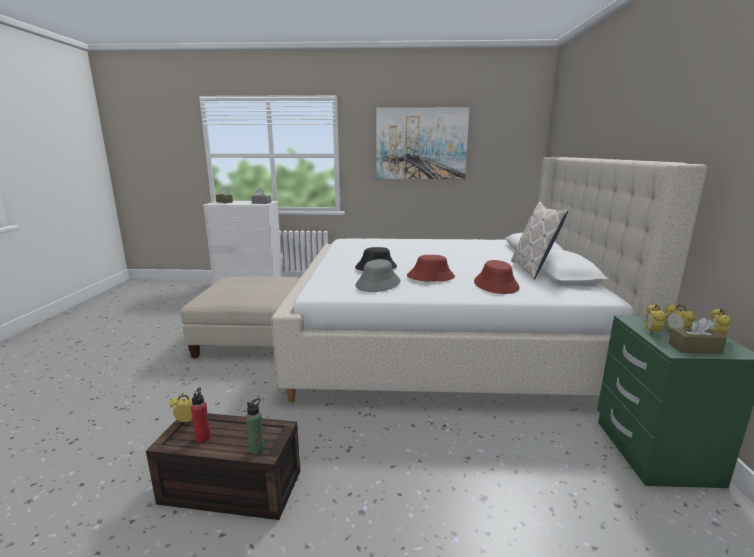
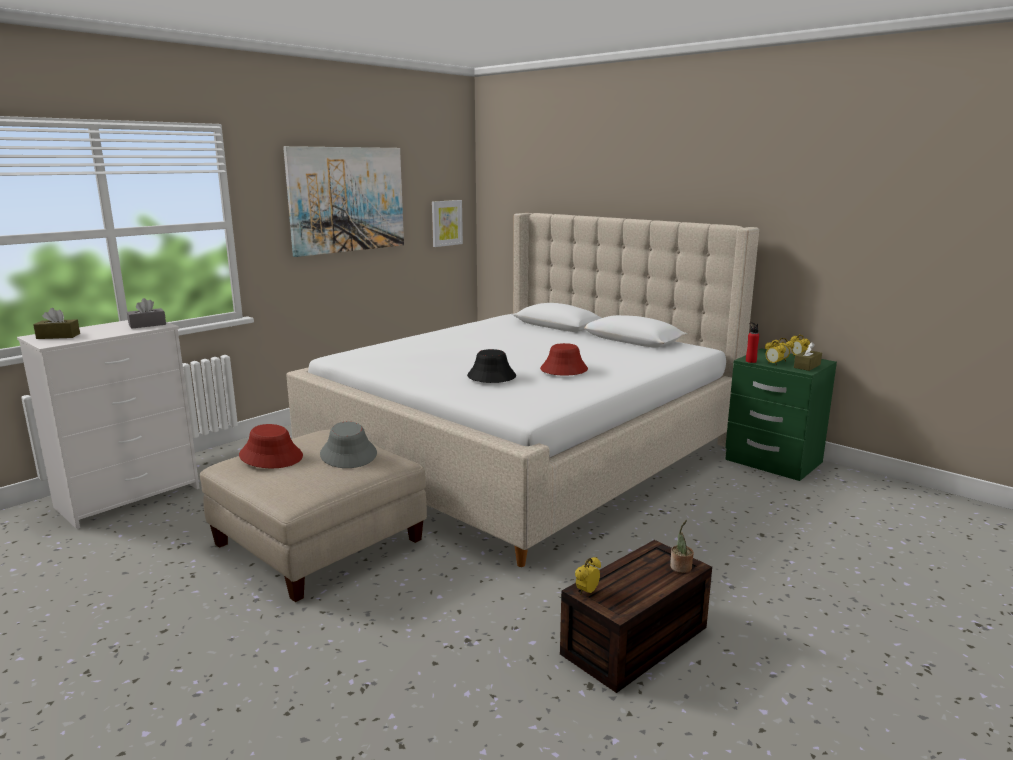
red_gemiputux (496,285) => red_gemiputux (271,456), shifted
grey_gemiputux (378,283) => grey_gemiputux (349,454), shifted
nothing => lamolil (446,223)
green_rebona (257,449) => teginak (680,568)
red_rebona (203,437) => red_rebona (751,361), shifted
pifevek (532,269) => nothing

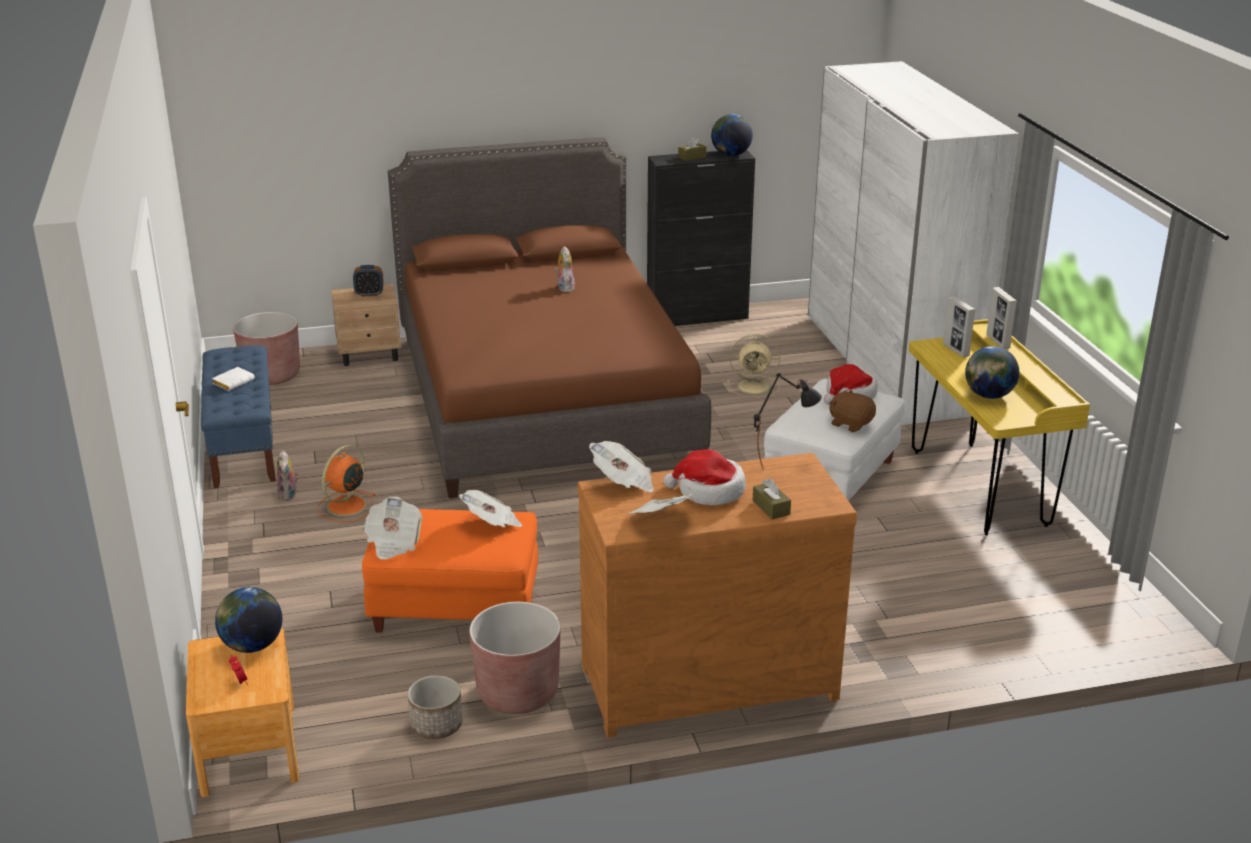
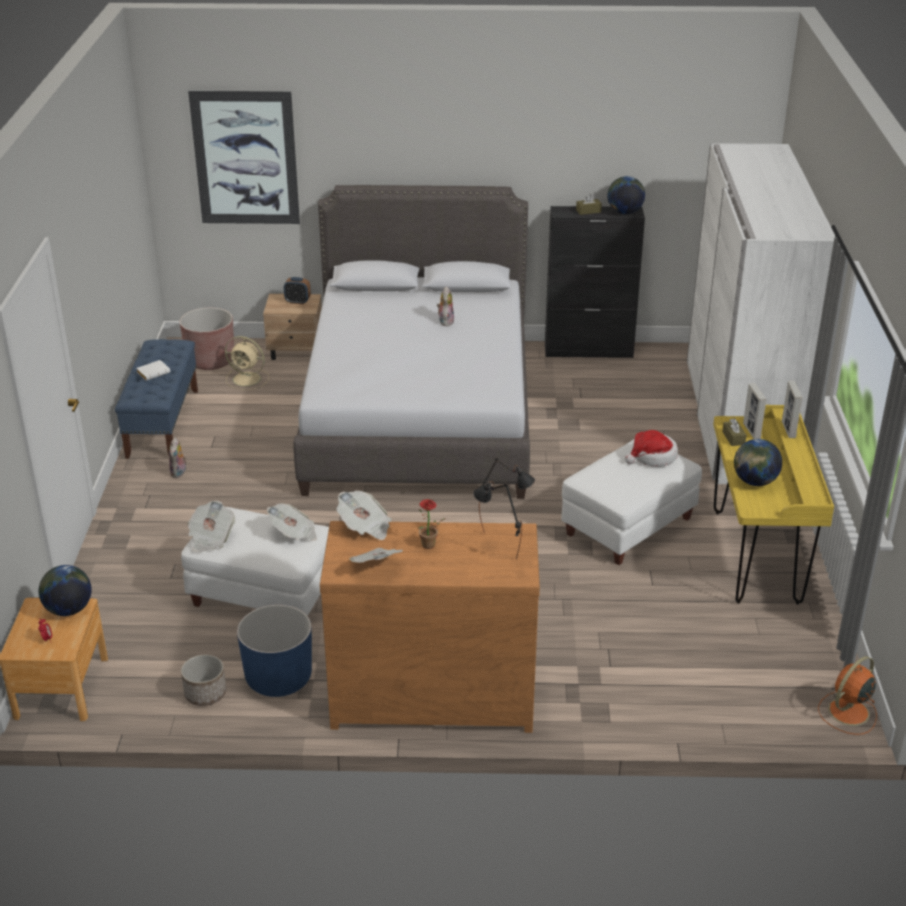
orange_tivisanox (455,609) => white_tivisanox (263,596)
nothing => lamolil (245,158)
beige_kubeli (755,386) => beige_kubeli (248,379), shifted
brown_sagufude (517,693) => blue_sagufude (278,678)
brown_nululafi (542,399) => grey_nululafi (418,413)
gemiputux (709,491) => teginak (429,547)
nothing => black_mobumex (496,554)
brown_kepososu (771,508) => brown_kepososu (733,438), shifted
orange_kubeli (345,506) => orange_kubeli (847,712), shifted
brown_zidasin (851,424) => nothing

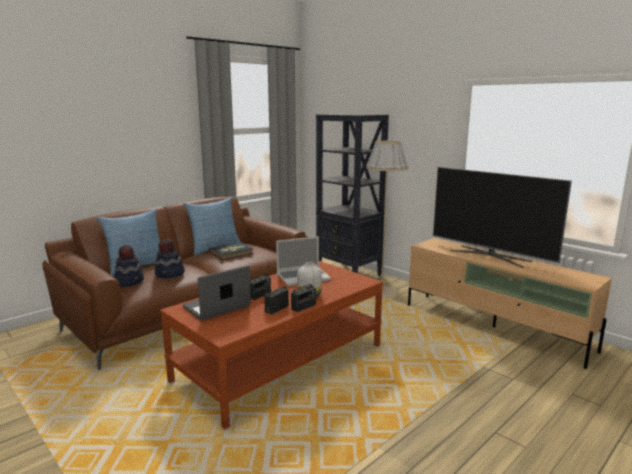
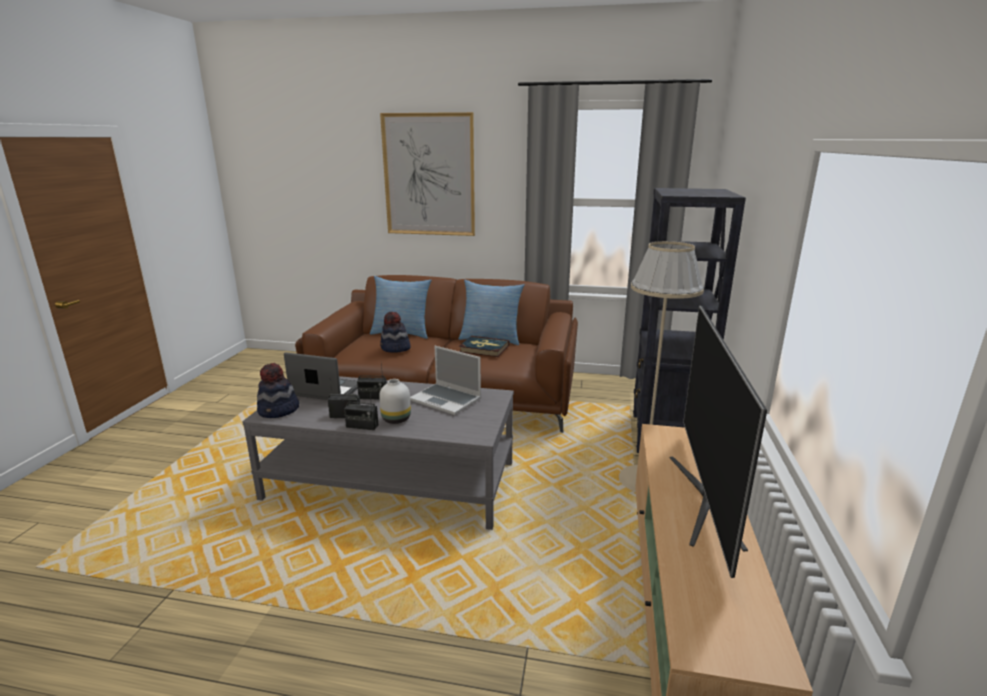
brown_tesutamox (281,362) => grey_tesutamox (392,481)
gemiputux (129,281) => gemiputux (279,410), shifted
nothing => lamolil (429,175)

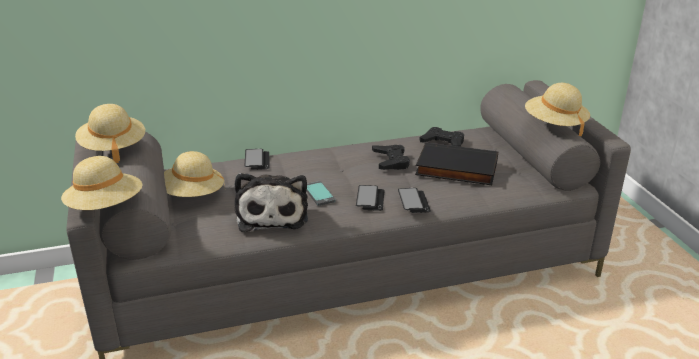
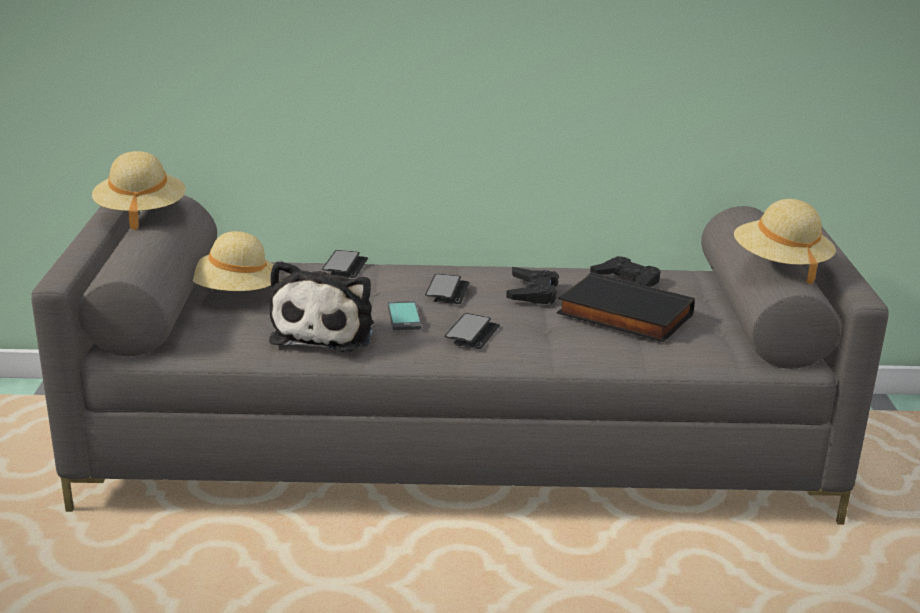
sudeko (413,201) => sudeko (447,291), shifted
beige_gemiputux (106,207) => nothing

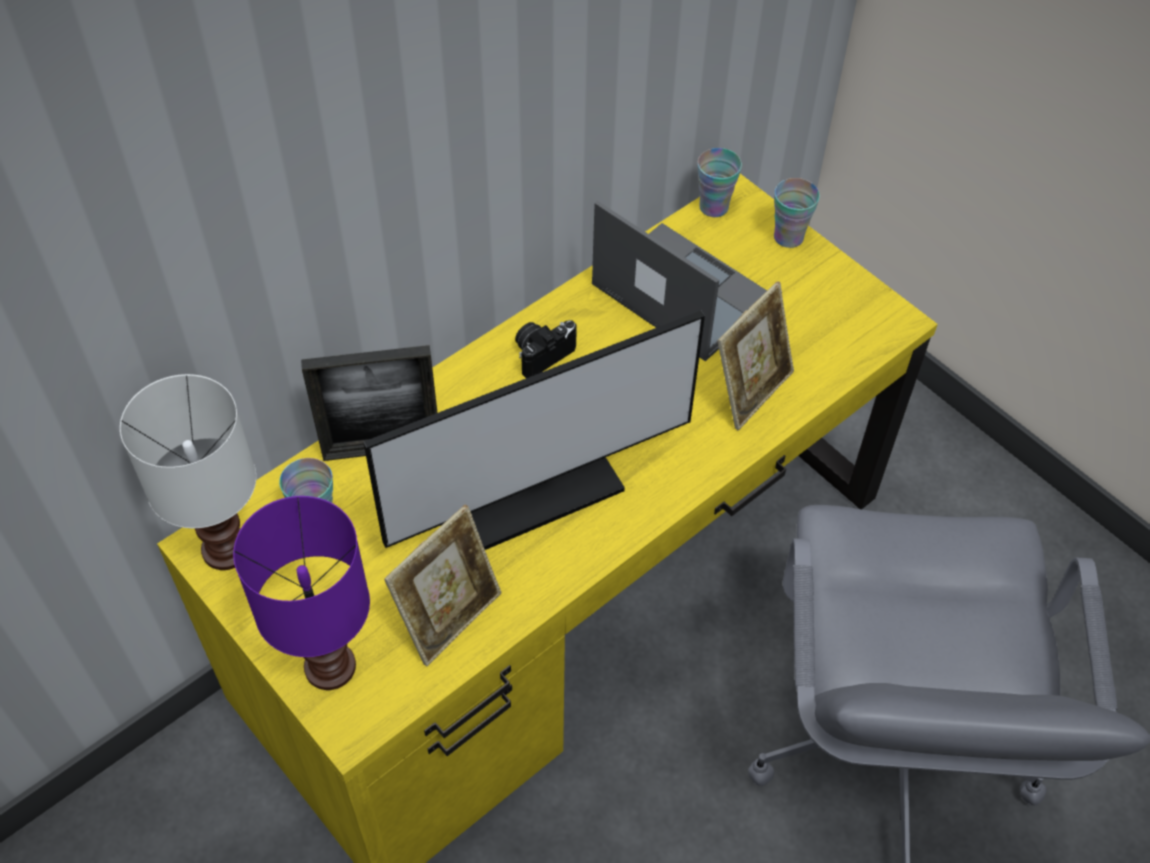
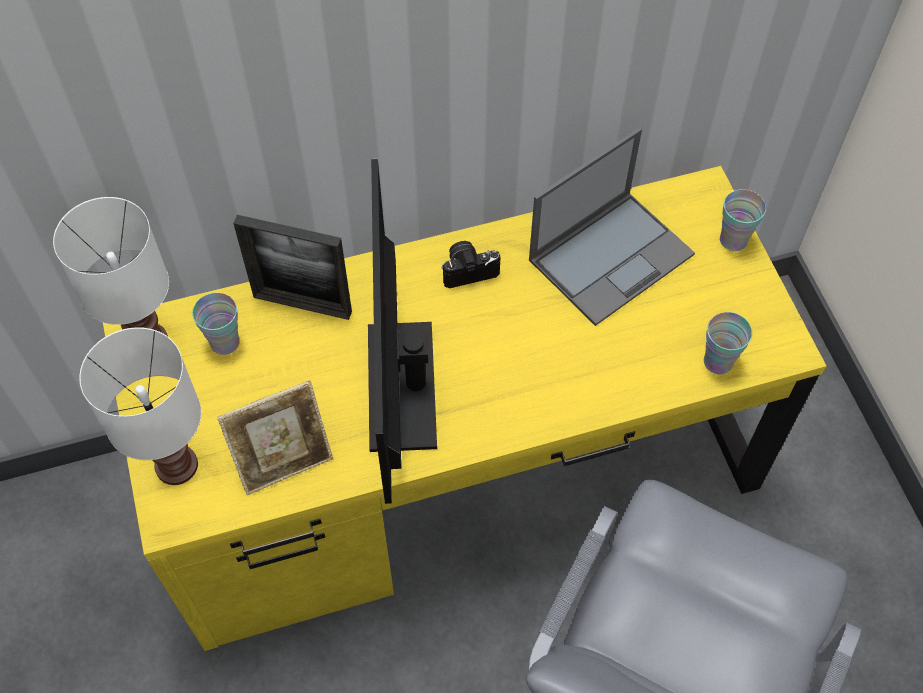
purple_mobumex (332,667) => white_mobumex (177,467)
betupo (534,493) => betupo (401,386), 90 degrees clockwise
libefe (680,291) => libefe (612,256), 75 degrees clockwise
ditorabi (713,207) => ditorabi (718,362), shifted
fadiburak (751,390) => nothing

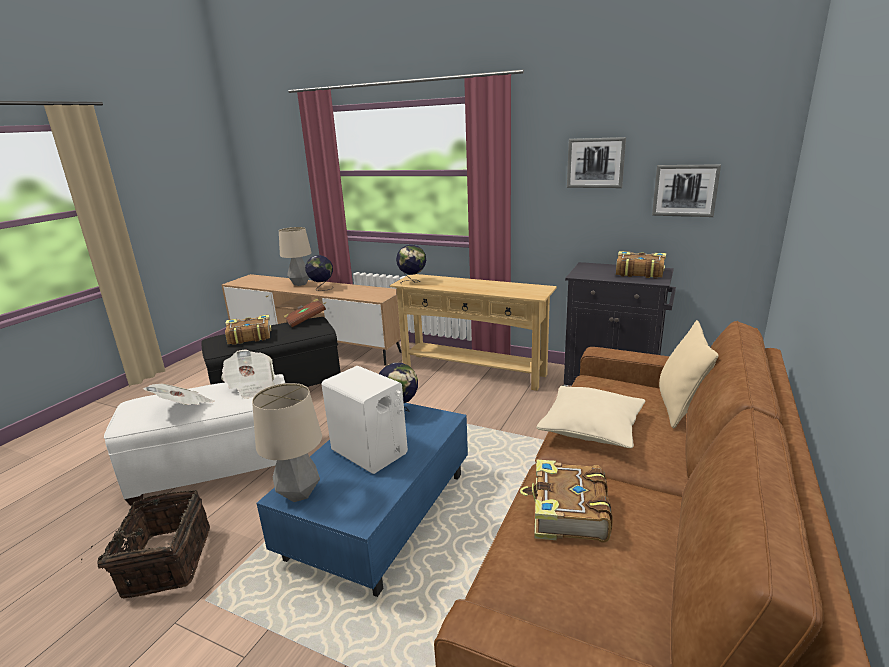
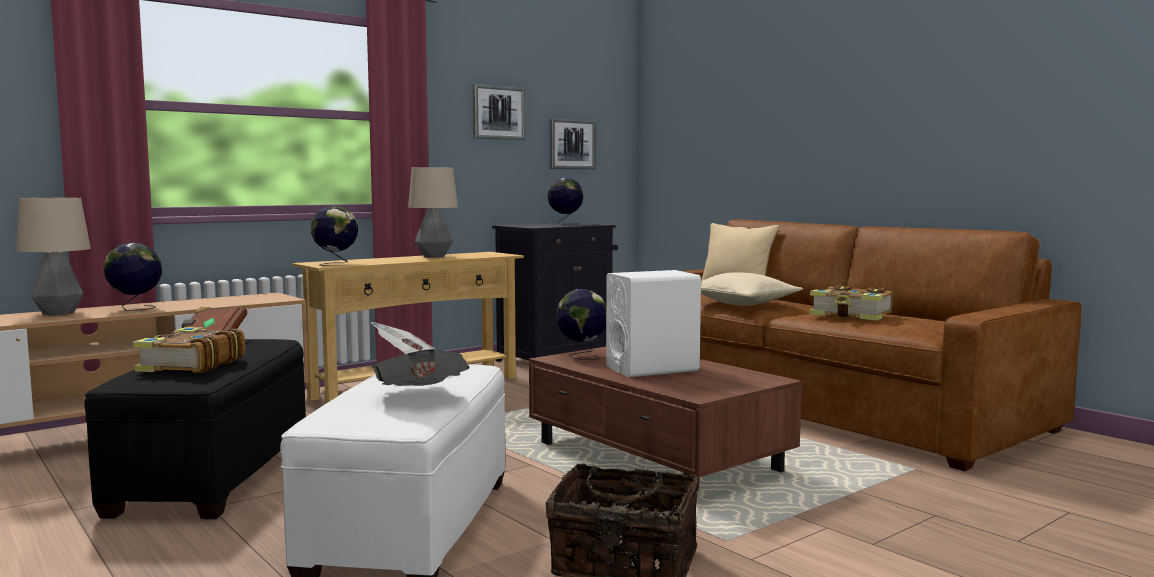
mobumex (299,493) => mobumex (434,256), shifted
blue_tesutamox (379,515) => brown_tesutamox (657,458)
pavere (638,272) => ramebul (565,224)

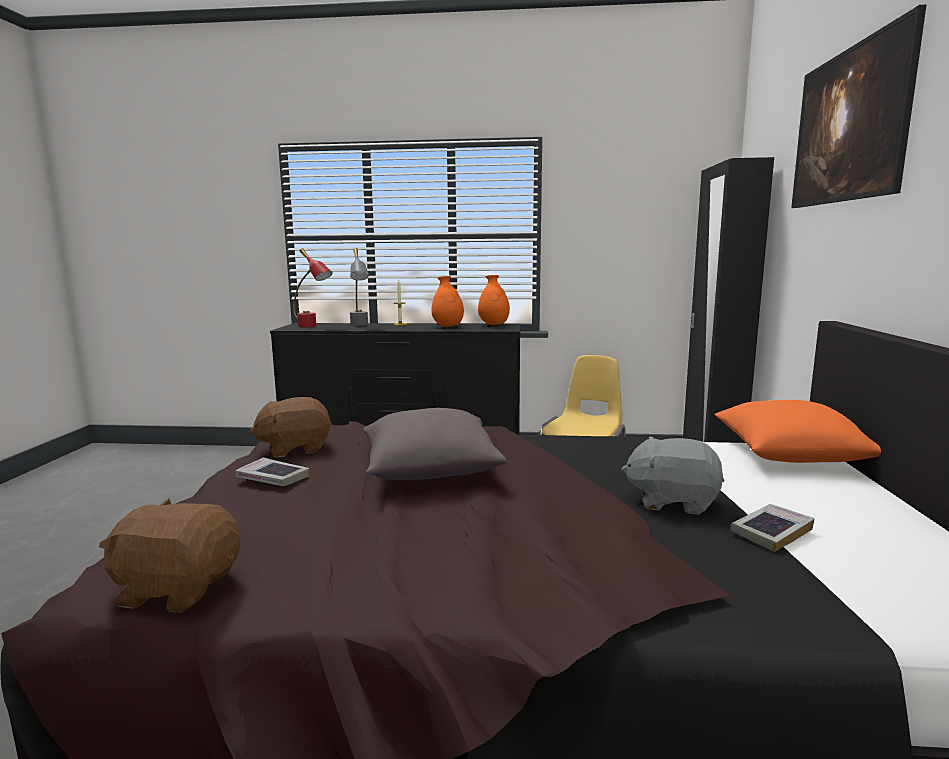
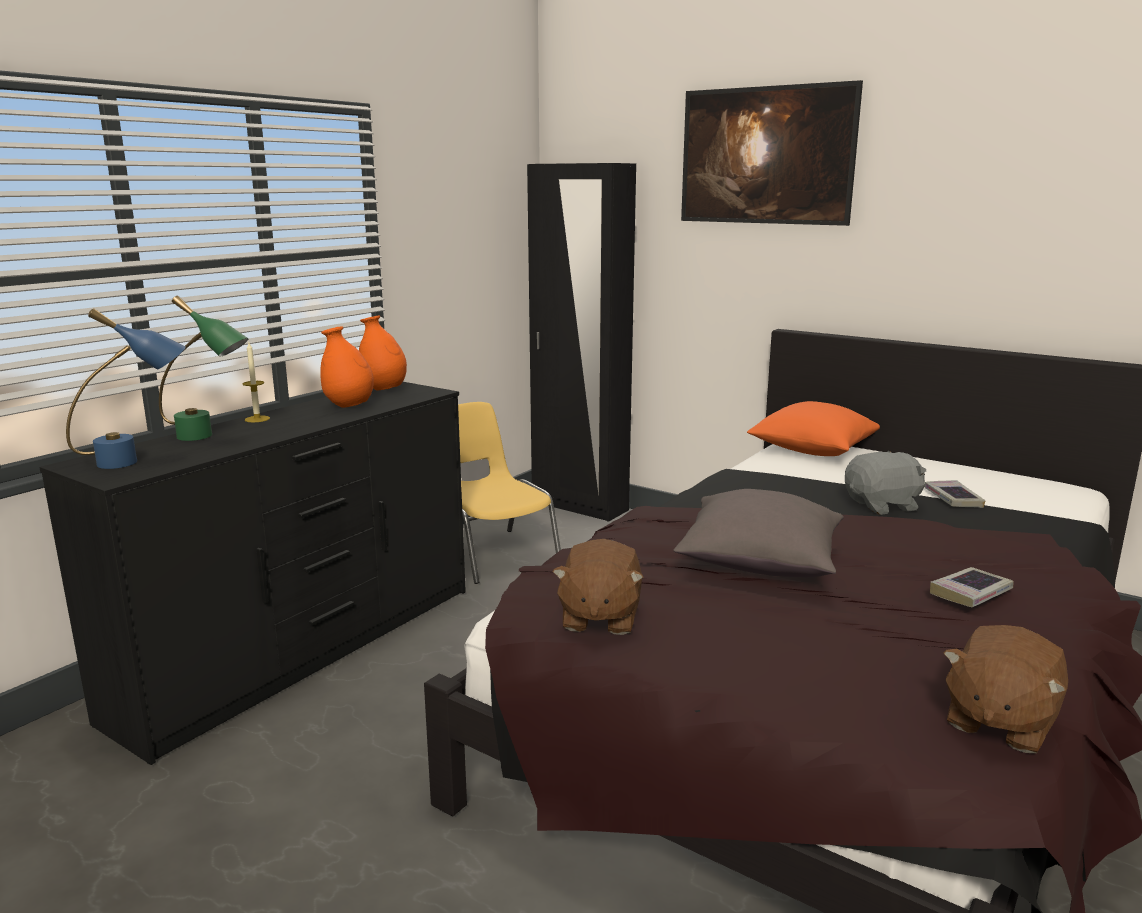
red_mobumex (313,326) => blue_mobumex (137,461)
grey_mobumex (360,325) => green_mobumex (209,437)
grey_zidasin (672,501) => grey_zidasin (883,505), 150 degrees counterclockwise
pavere (273,478) => pavere (970,593), shifted

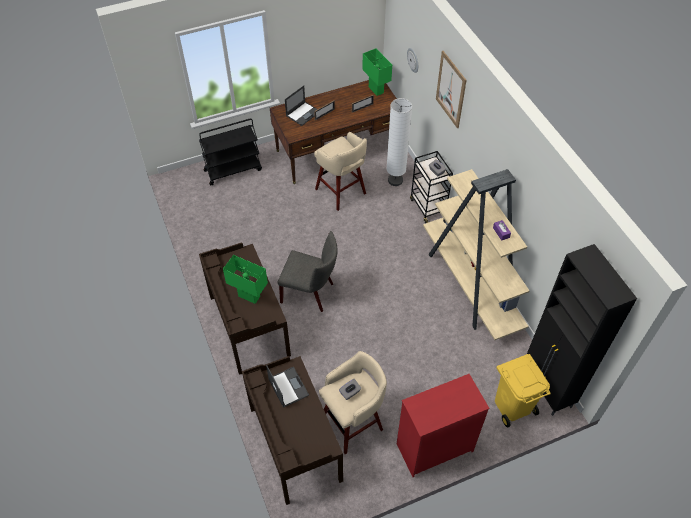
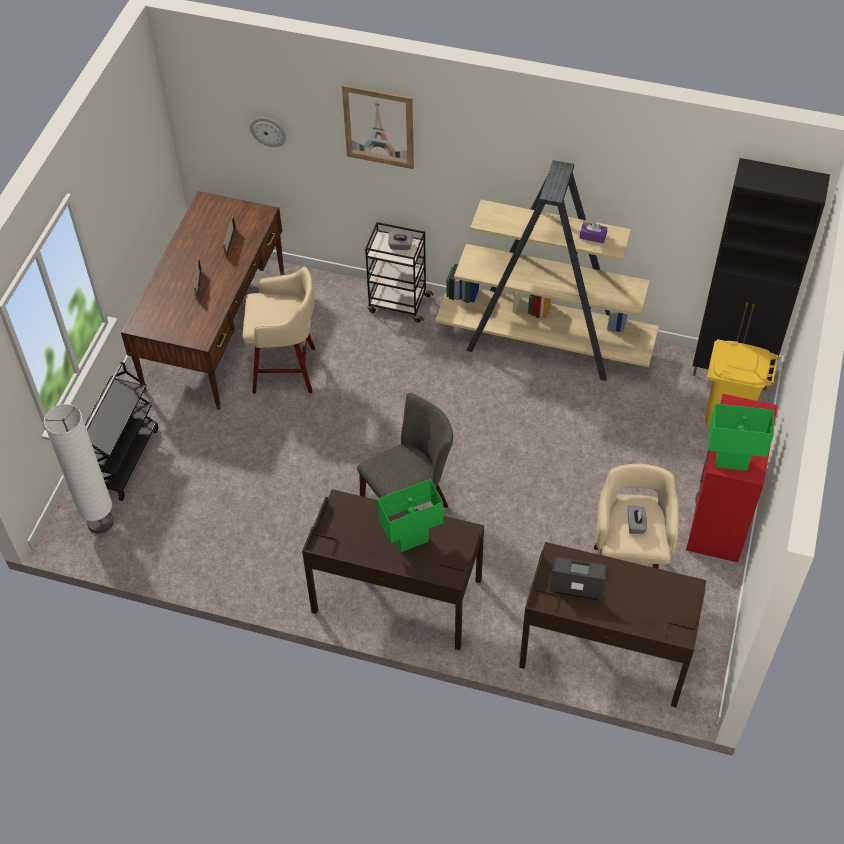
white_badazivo (395,180) => white_badazivo (100,522), shifted
green_mobumex (376,90) => green_mobumex (731,462), shifted
libefe (303,113) => nothing

